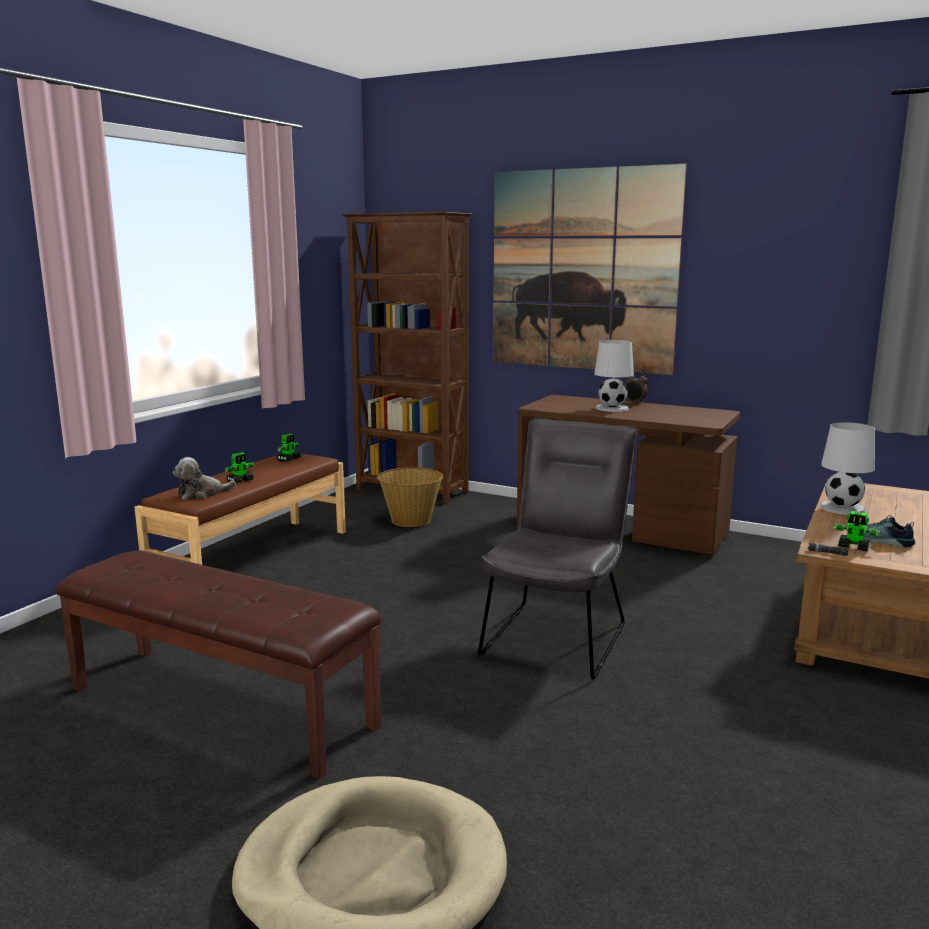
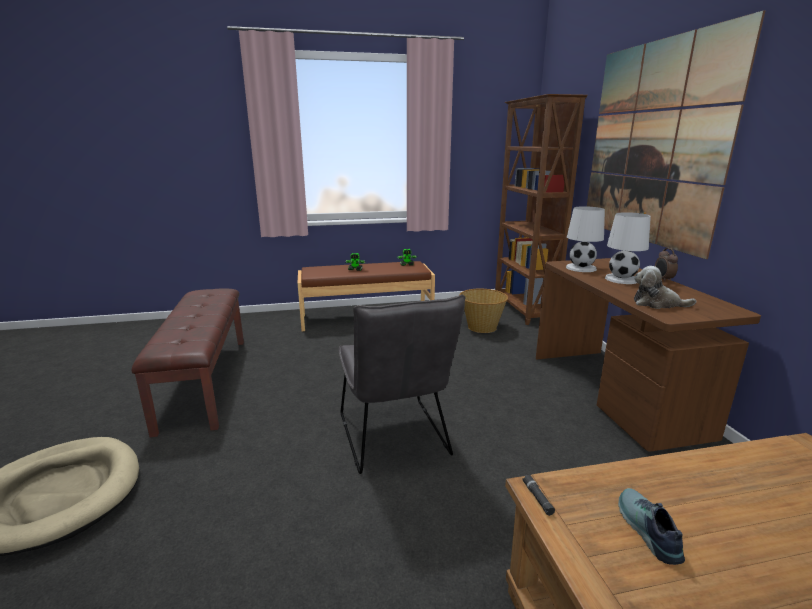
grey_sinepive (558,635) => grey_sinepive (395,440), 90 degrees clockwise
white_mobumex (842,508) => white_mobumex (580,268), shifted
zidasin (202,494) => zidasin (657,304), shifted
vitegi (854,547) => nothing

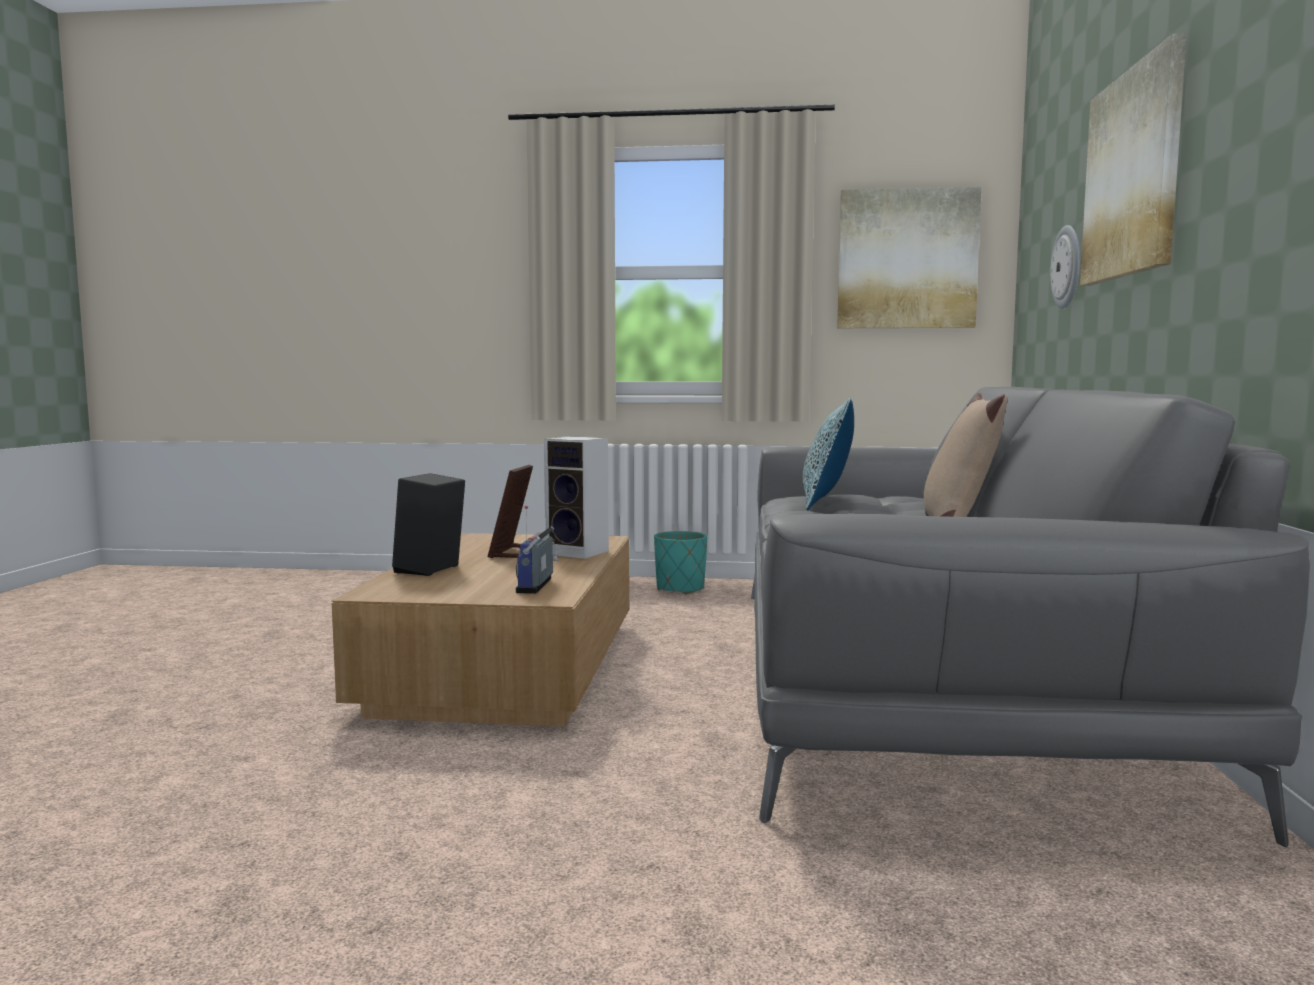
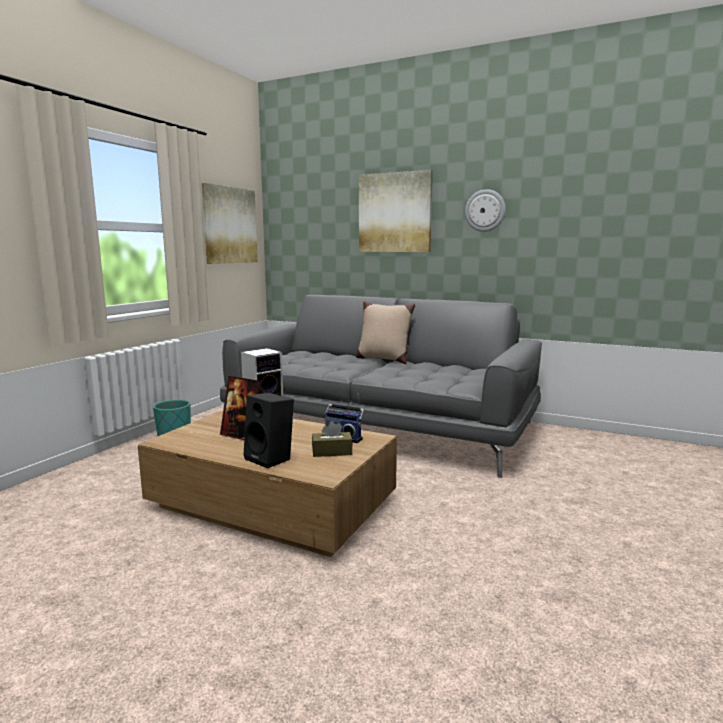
nothing => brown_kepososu (332,452)
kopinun (1068,267) => kopinun (485,210), shifted
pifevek (827,503) => nothing

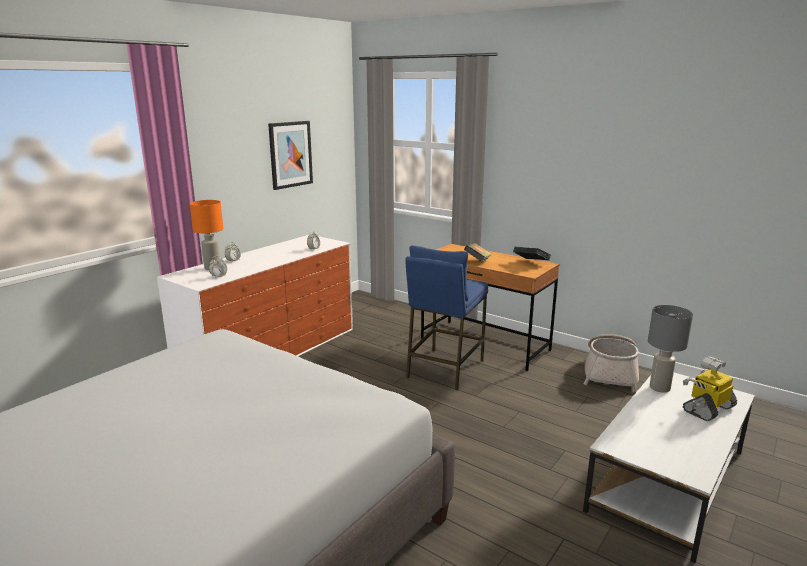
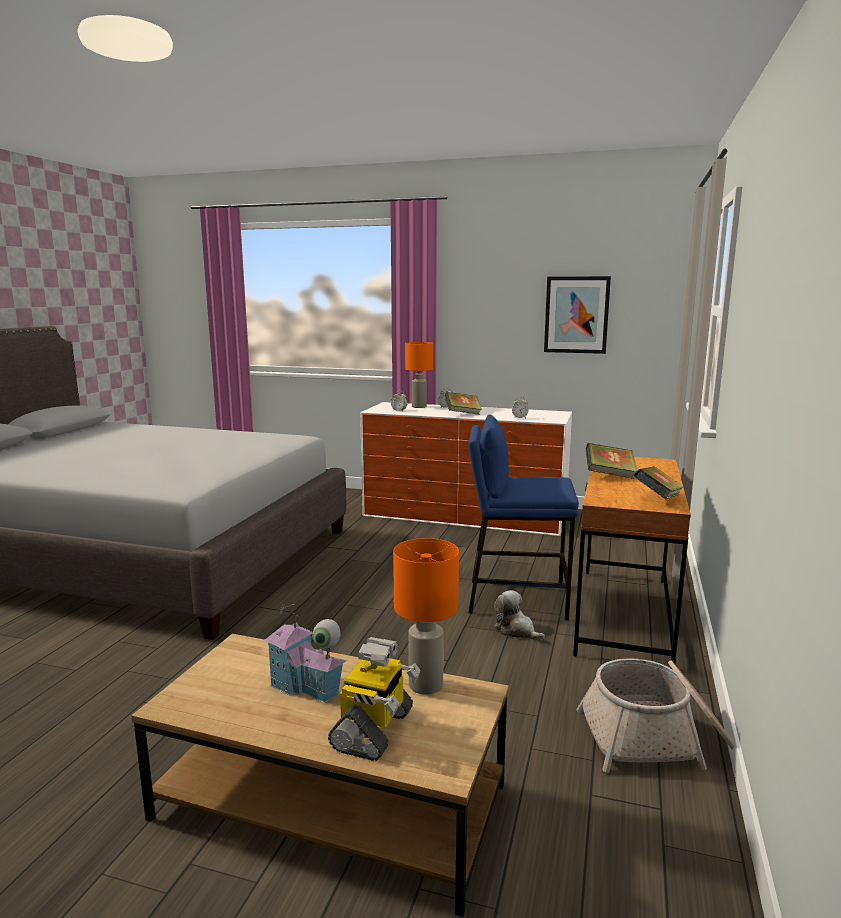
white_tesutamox (668,480) => brown_tesutamox (330,803)
nothing => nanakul (305,687)
vitegi (707,408) => vitegi (374,730), 75 degrees clockwise
grey_mobumex (659,388) => orange_mobumex (424,685)
nothing => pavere (463,414)
nothing => zidasin (516,630)

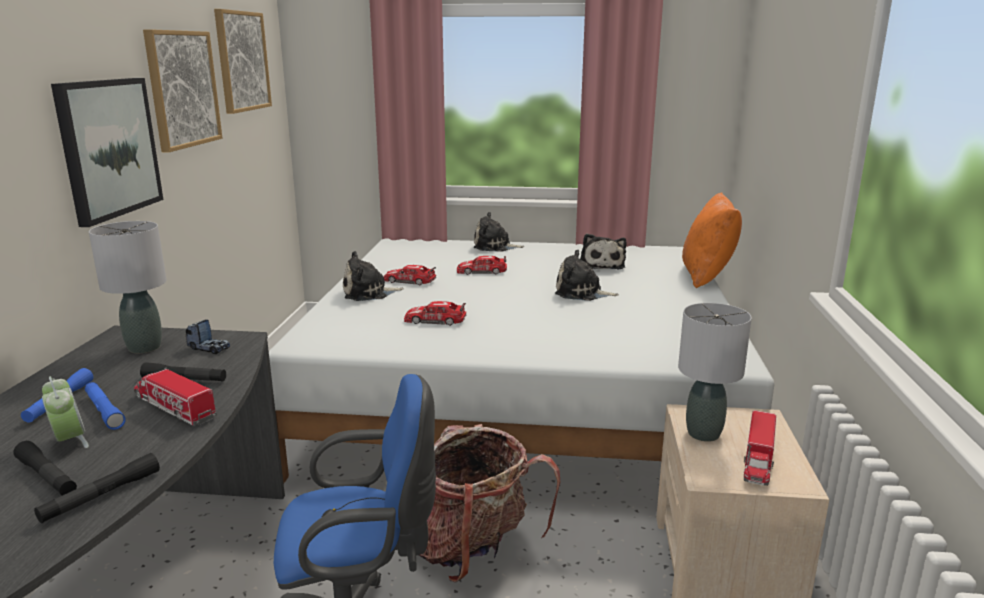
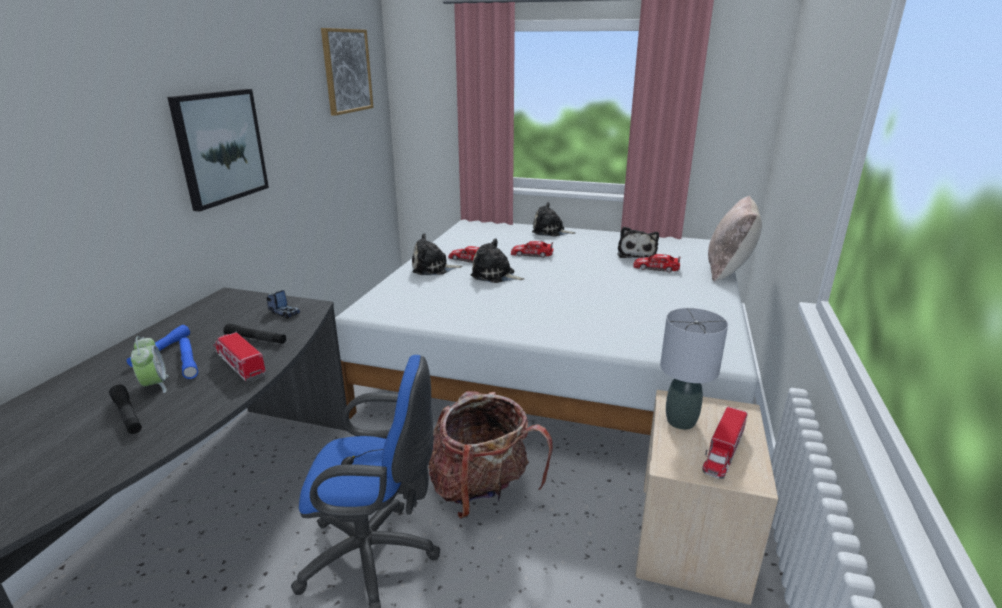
zidasin (581,293) => zidasin (495,275), shifted
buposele (435,320) => buposele (656,268), shifted
orange_pifevek (707,276) => beige_pifevek (728,270)
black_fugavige (101,496) => nothing
grey_mobumex (144,348) => nothing
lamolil (182,89) => nothing

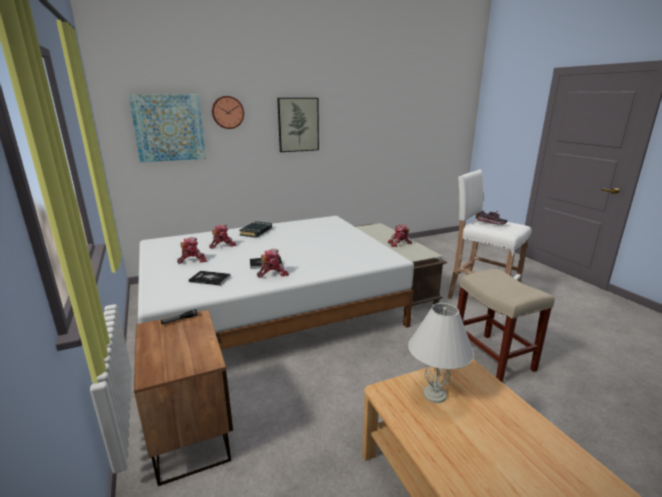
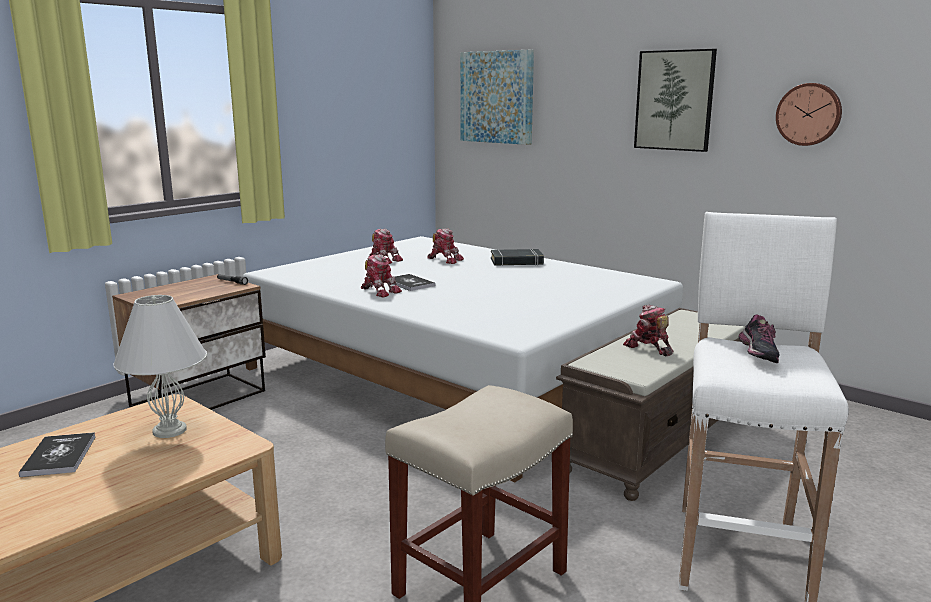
pavere (210,279) => pavere (59,456), shifted
kopinun (227,112) => kopinun (809,114), shifted

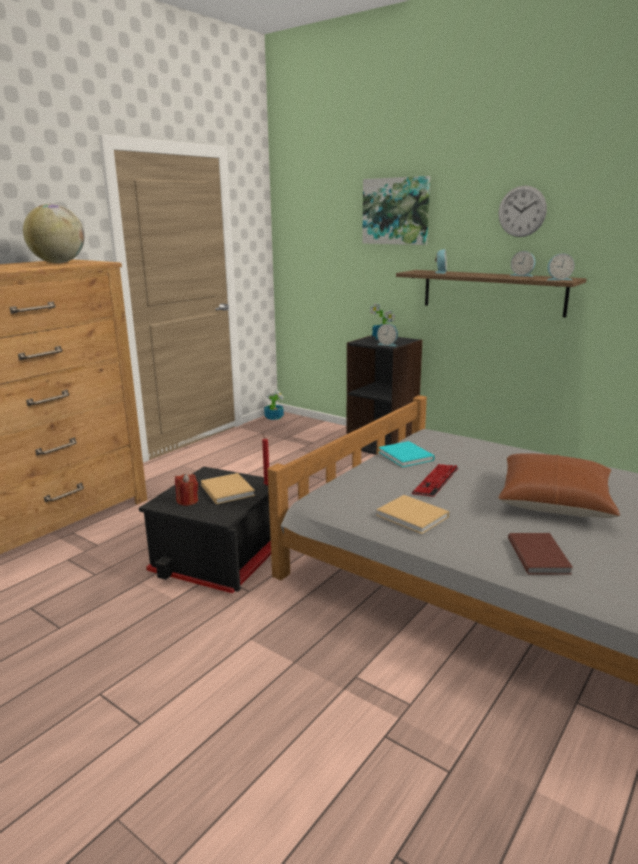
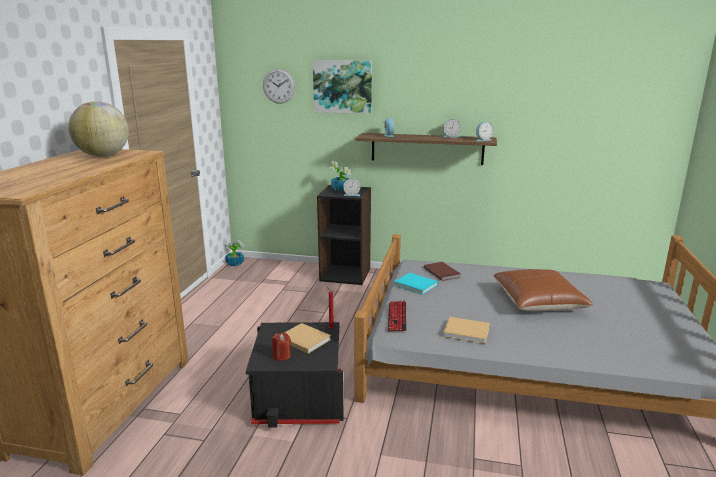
kopinun (522,211) => kopinun (278,86), shifted
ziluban (435,481) => ziluban (397,317), shifted
brown_pavere (539,555) => brown_pavere (442,272), shifted

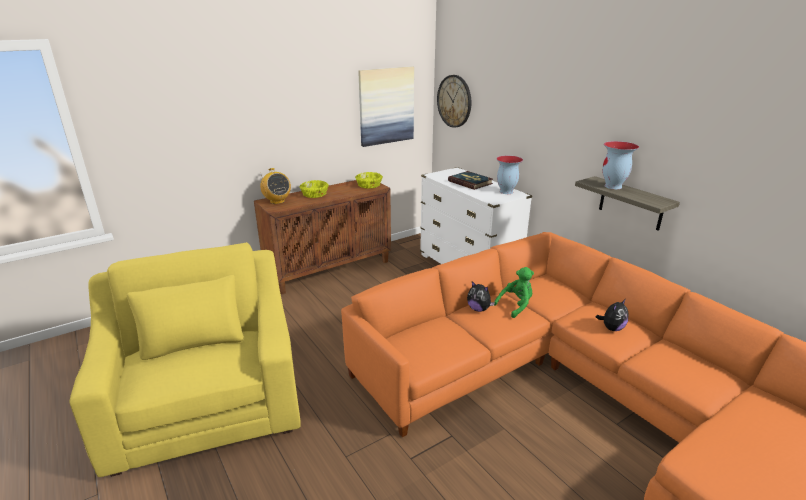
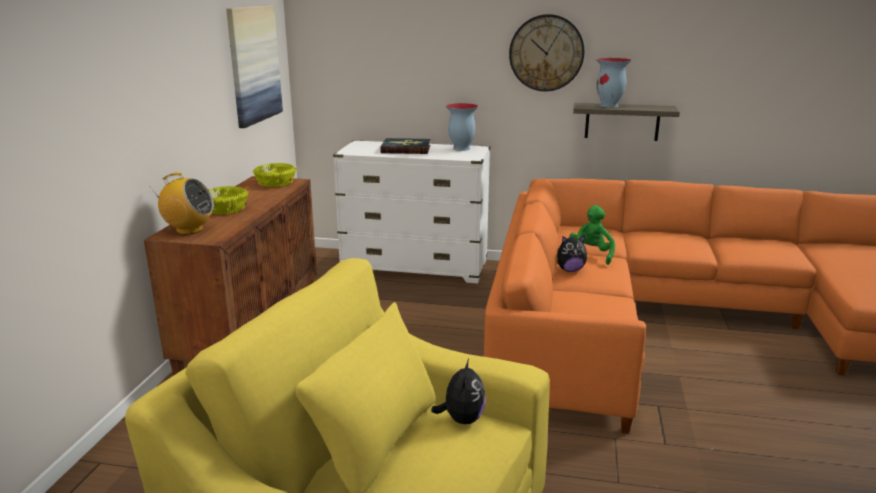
zidasin (611,328) => zidasin (461,419), shifted
kopinun (454,101) => kopinun (546,53), shifted

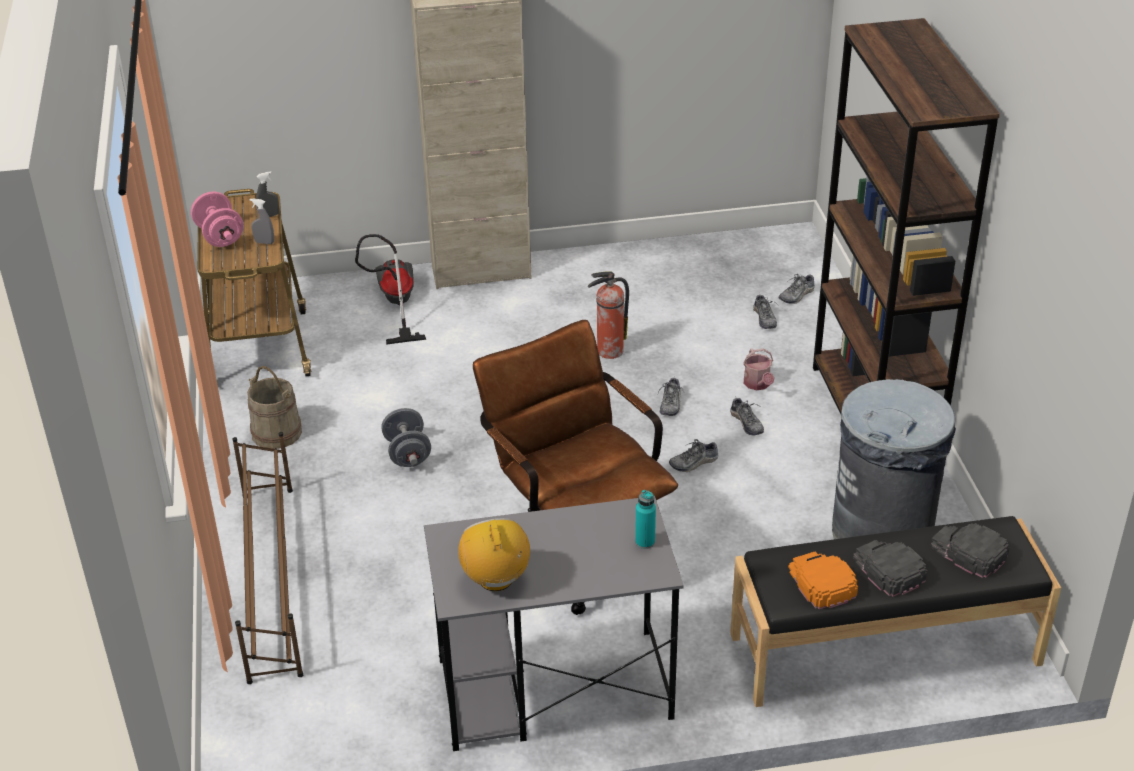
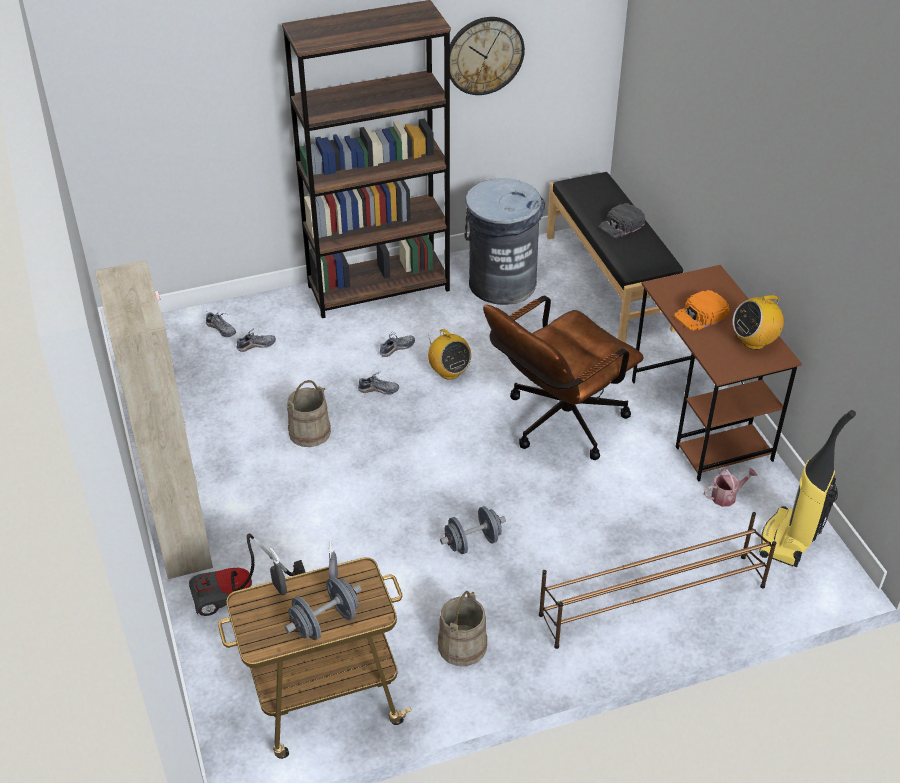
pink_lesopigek (220,236) => grey_lesopigek (325,622)
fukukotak (608,351) => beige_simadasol (310,432)
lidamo (694,463) => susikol (449,372)
nothing => kopinun (484,55)
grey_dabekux (552,690) => brown_dabekux (701,420)
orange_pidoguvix (820,582) => orange_pidoguvix (701,315), shifted
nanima (758,384) => nanima (727,496), shifted
nothing => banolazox (789,540)
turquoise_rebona (645,542) => nothing
black_pidoguvix (968,552) => nothing

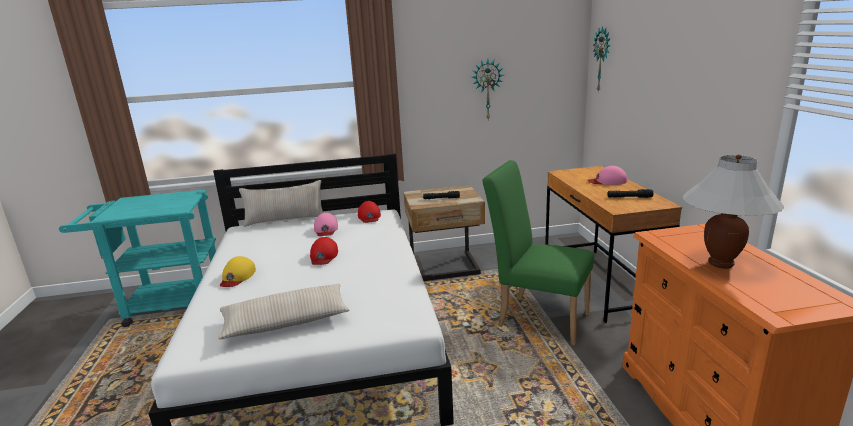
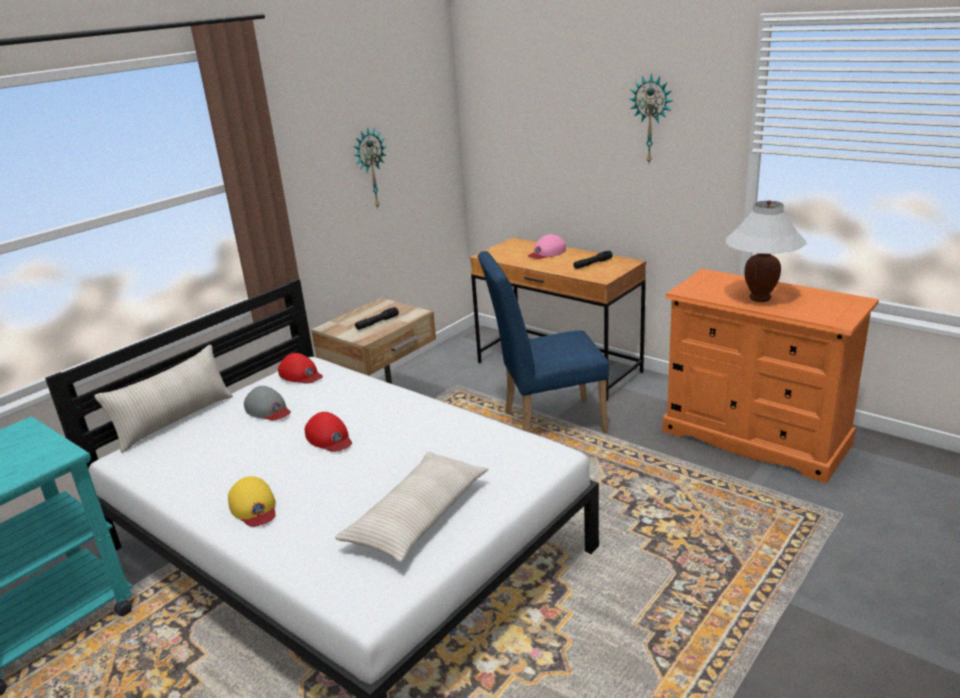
pink_pidoguvix (326,229) => grey_pidoguvix (268,409)
green_sinepive (537,317) => blue_sinepive (545,422)
kopinun (603,59) => kopinun (651,119), shifted

